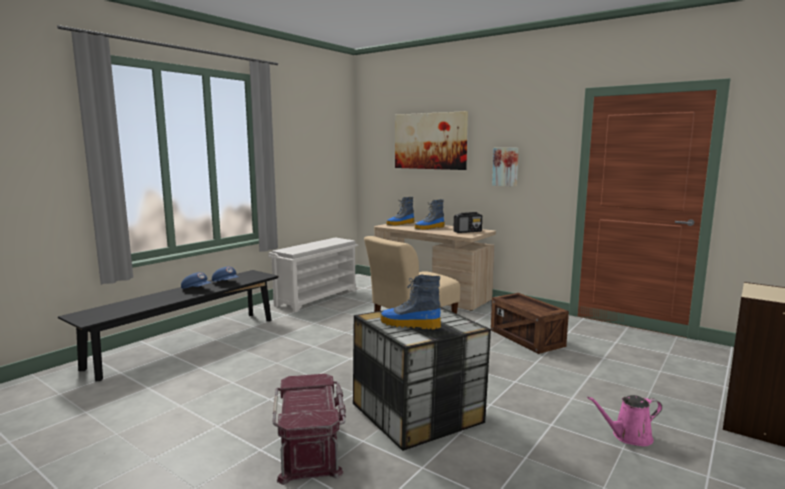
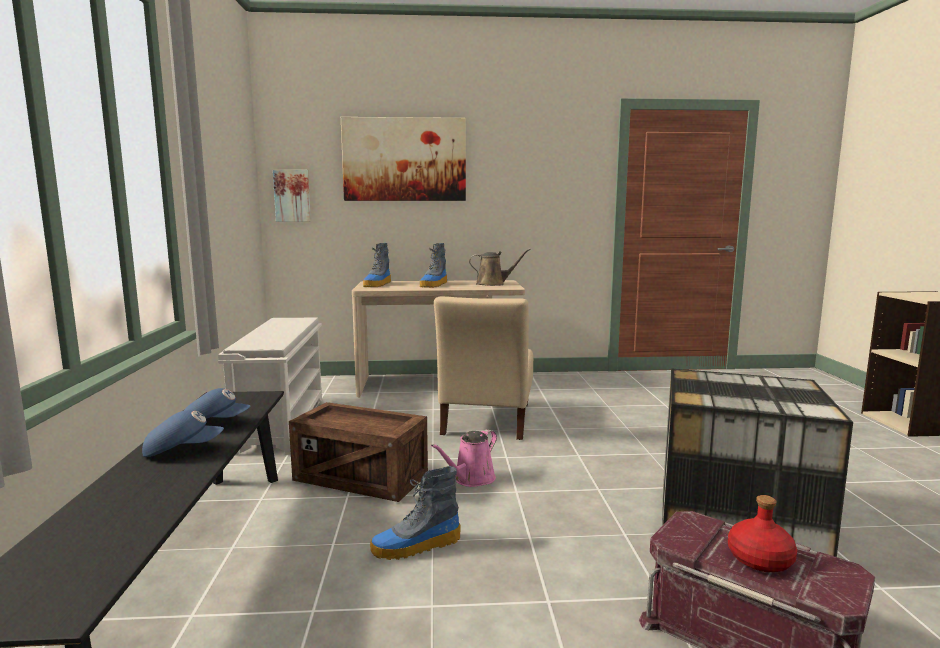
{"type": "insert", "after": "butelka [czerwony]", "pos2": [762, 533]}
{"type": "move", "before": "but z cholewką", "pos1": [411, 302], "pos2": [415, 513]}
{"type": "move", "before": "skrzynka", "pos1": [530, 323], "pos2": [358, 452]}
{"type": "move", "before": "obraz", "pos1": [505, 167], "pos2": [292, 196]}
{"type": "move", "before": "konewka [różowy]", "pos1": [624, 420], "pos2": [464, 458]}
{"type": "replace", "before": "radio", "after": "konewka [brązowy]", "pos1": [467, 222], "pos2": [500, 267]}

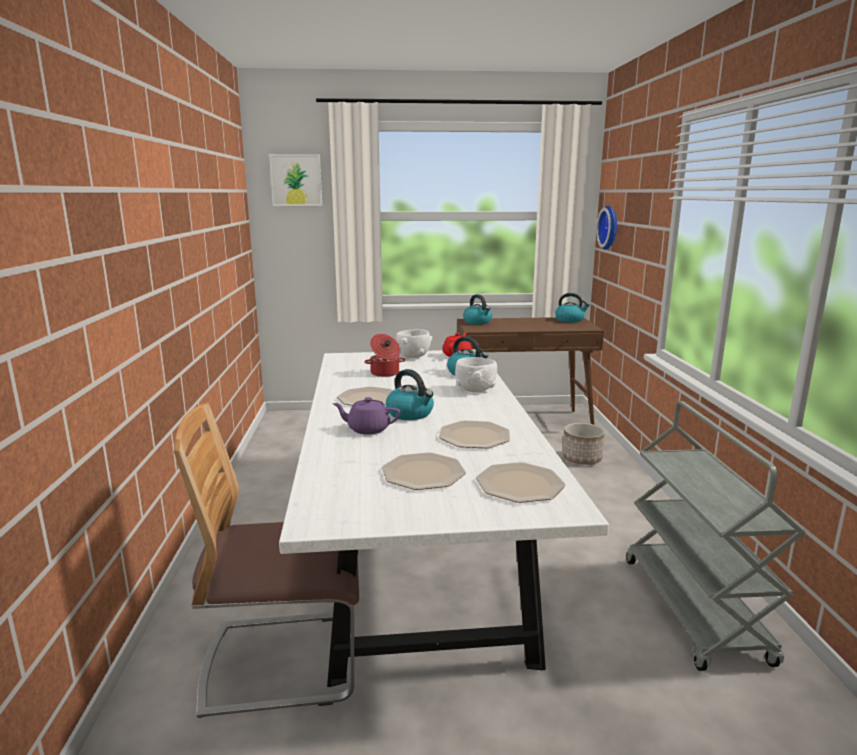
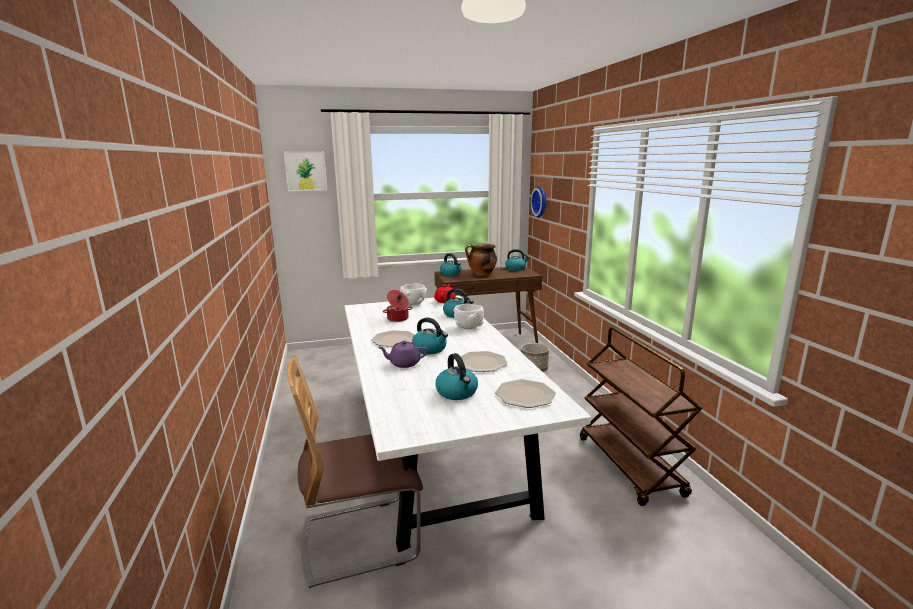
{"type": "insert", "after": "garnek", "pos2": [481, 260]}
{"type": "replace", "before": "talerz", "after": "czajnik", "pos1": [424, 471], "pos2": [456, 376]}
{"type": "recolor", "before": "wózek [szary]", "after": "wózek [brązowy]", "pos1": [716, 536], "pos2": [641, 416]}

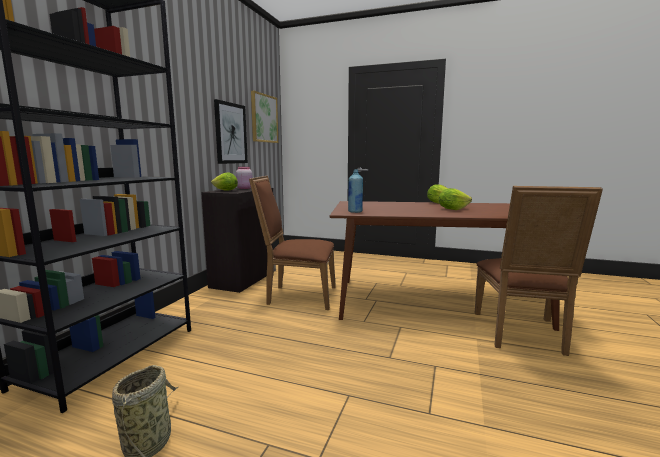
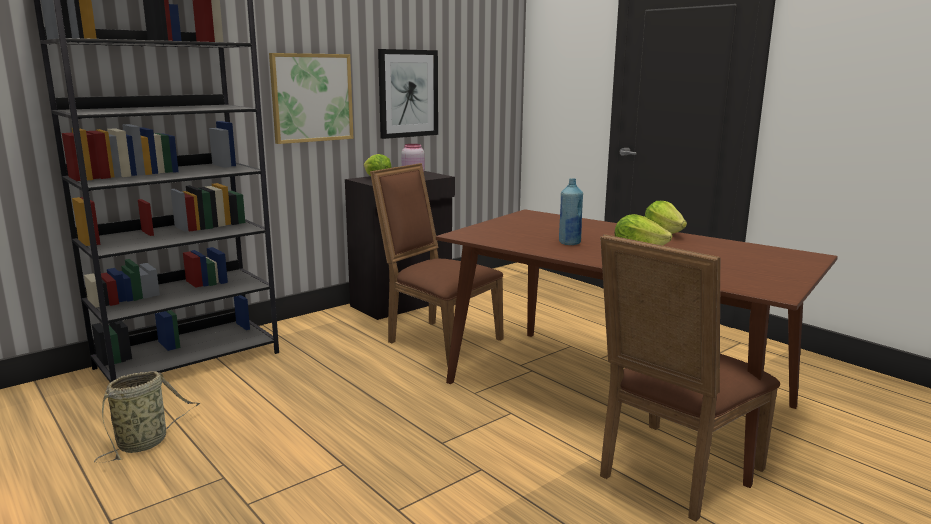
{"type": "move", "before": "obraz", "pos1": [264, 117], "pos2": [311, 98]}
{"type": "move", "before": "butelka [niebieski]", "pos1": [355, 191], "pos2": [571, 211]}

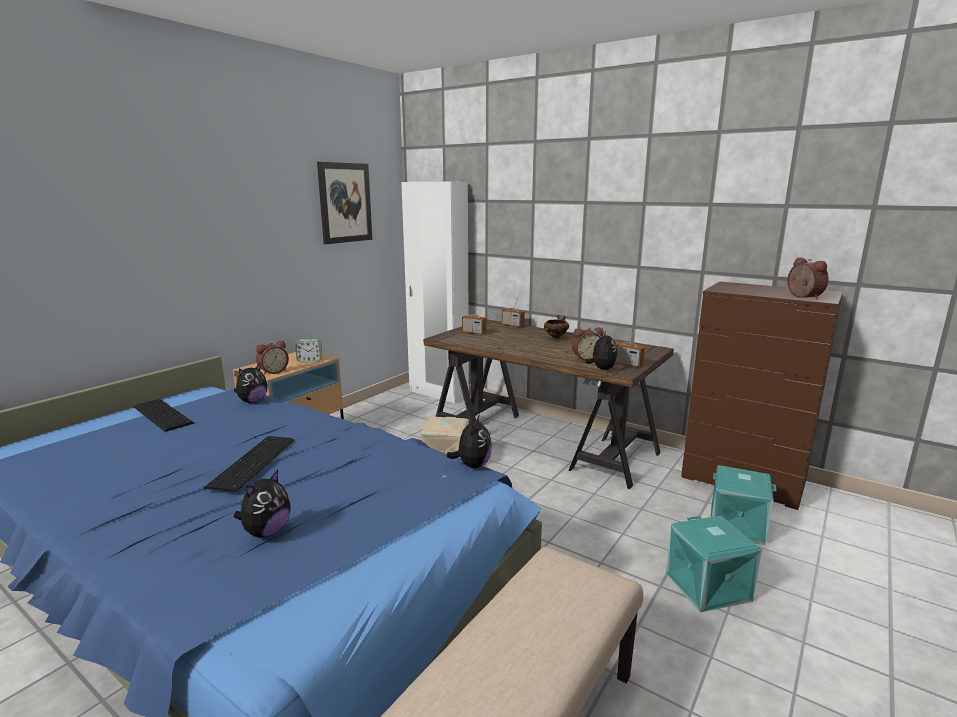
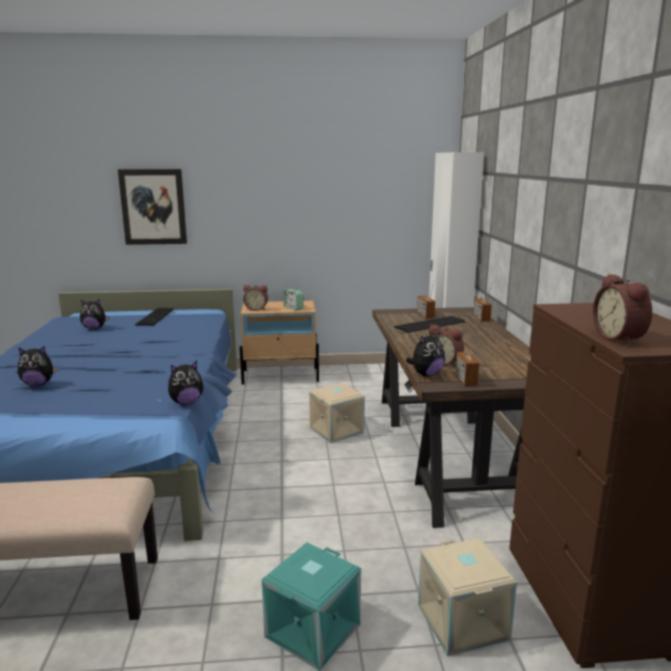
{"type": "delete", "before": "miska", "pos1": [556, 327]}
{"type": "move", "before": "klawiatura", "pos1": [249, 464], "pos2": [429, 324]}
{"type": "move", "before": "pluszak", "pos1": [251, 383], "pos2": [95, 314]}
{"type": "move", "before": "obraz", "pos1": [345, 203], "pos2": [152, 207]}
{"type": "recolor", "before": "pojemnik do przechowywania [turkusowy]", "after": "pojemnik do przechowywania [beżowy]", "pos1": [744, 505], "pos2": [467, 597]}
{"type": "rotate", "before": "budzik", "pos1": [808, 278], "pos2": [622, 310], "turn": 135}

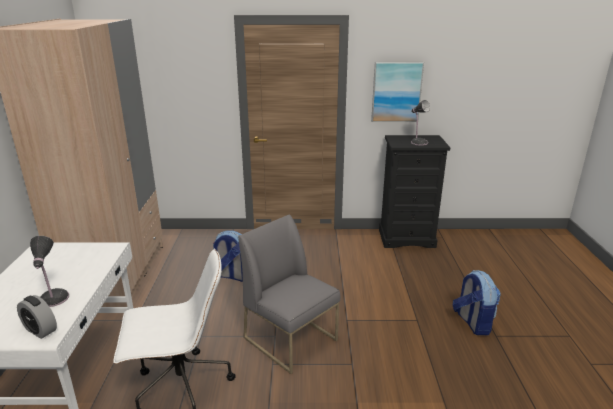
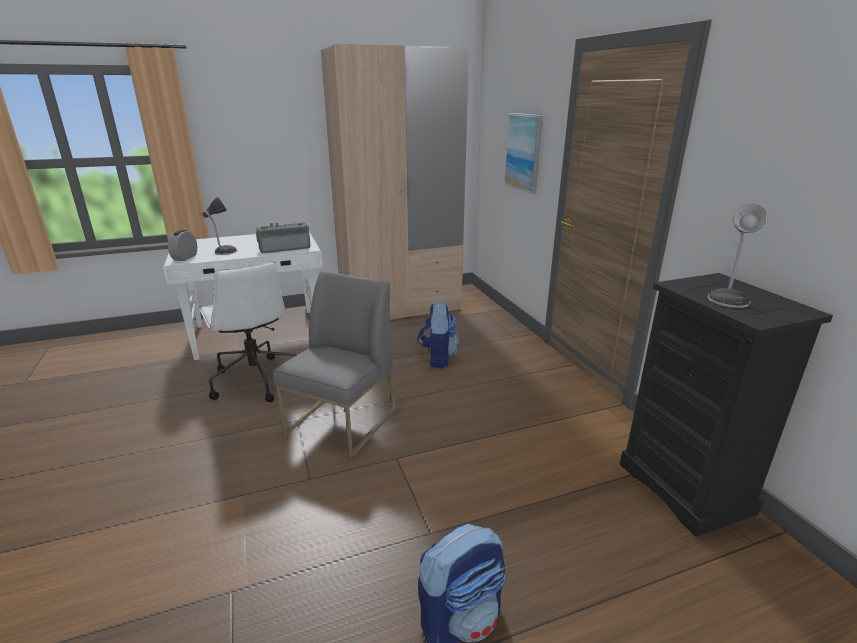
{"type": "insert", "after": "radio", "pos2": [283, 237]}
{"type": "move", "before": "obraz", "pos1": [397, 92], "pos2": [523, 153]}

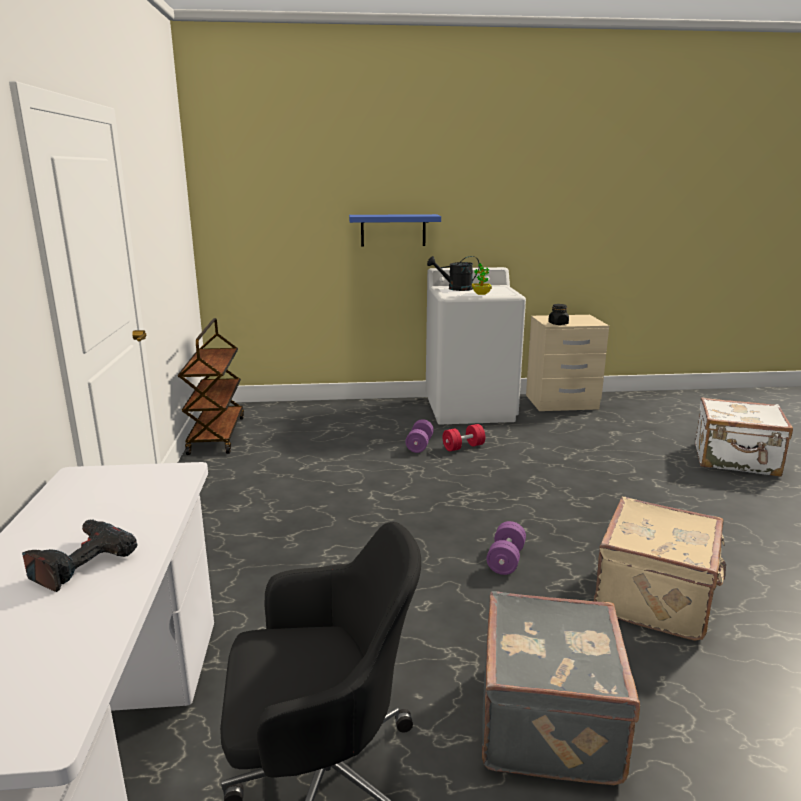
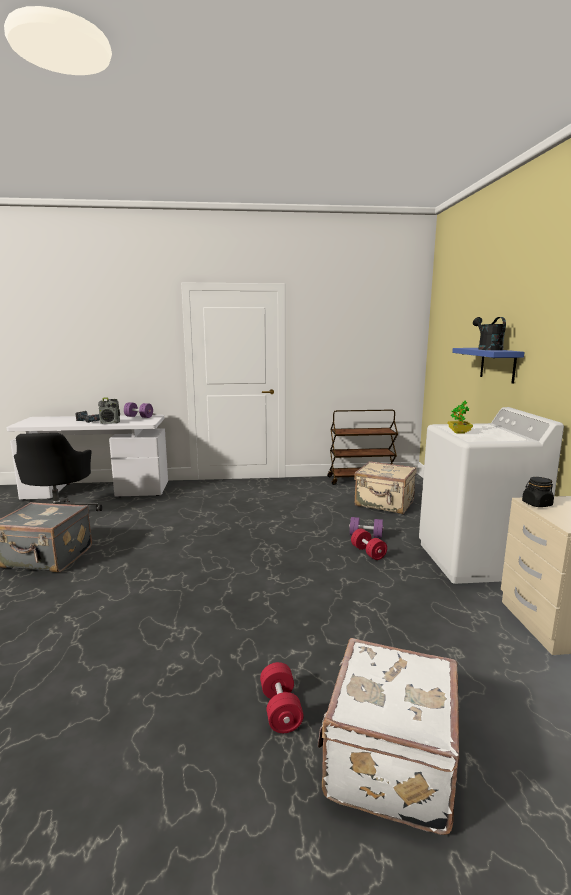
{"type": "insert", "after": "radio", "pos2": [109, 410]}
{"type": "insert", "after": "hantel [czerwony]", "pos2": [282, 697]}
{"type": "move", "before": "konewka [czarny]", "pos1": [453, 273], "pos2": [489, 333]}
{"type": "move", "before": "hantel [fioletowy]", "pos1": [506, 548], "pos2": [138, 410]}
{"type": "move", "before": "walizka [beżowy]", "pos1": [660, 569], "pos2": [385, 487]}

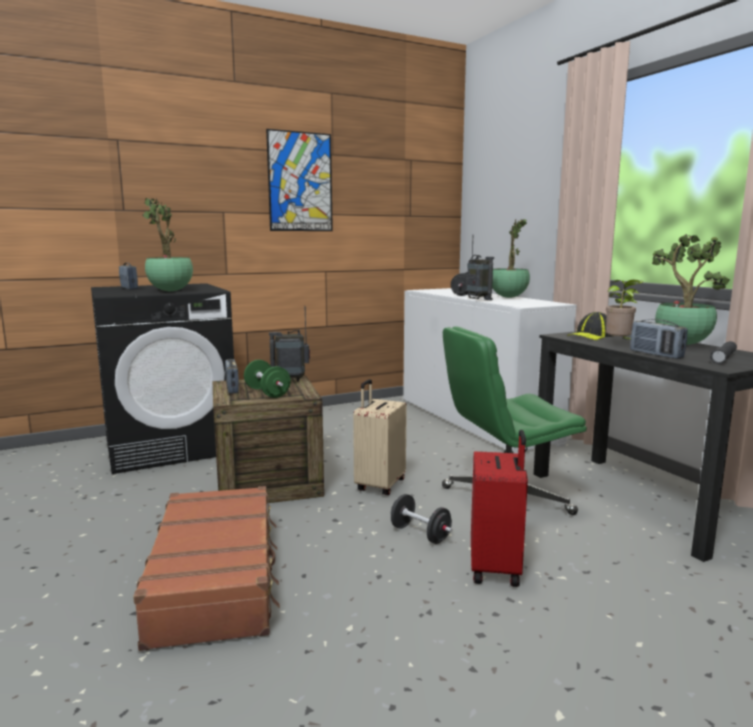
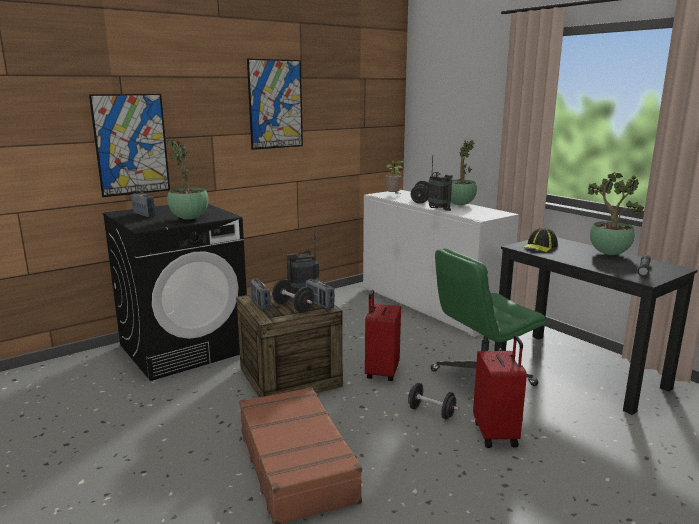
{"type": "insert", "after": "obraz", "pos2": [129, 145]}
{"type": "move", "before": "roślina doniczkowa", "pos1": [624, 310], "pos2": [394, 177]}
{"type": "move", "before": "radio", "pos1": [658, 339], "pos2": [320, 294]}
{"type": "recolor", "before": "hantel [zielony]", "after": "hantel [czarny]", "pos1": [267, 379], "pos2": [293, 296]}
{"type": "recolor", "before": "walizka [beżowy]", "after": "walizka [czerwony]", "pos1": [380, 437], "pos2": [383, 335]}

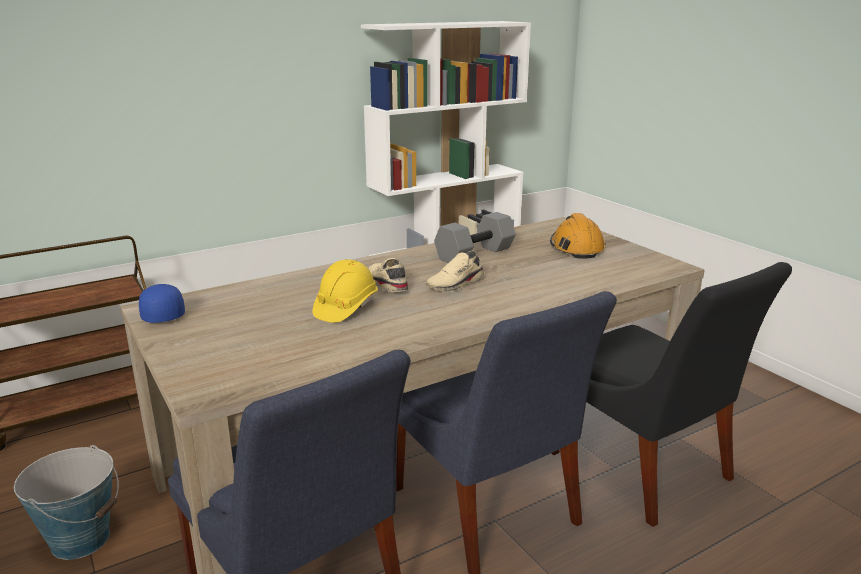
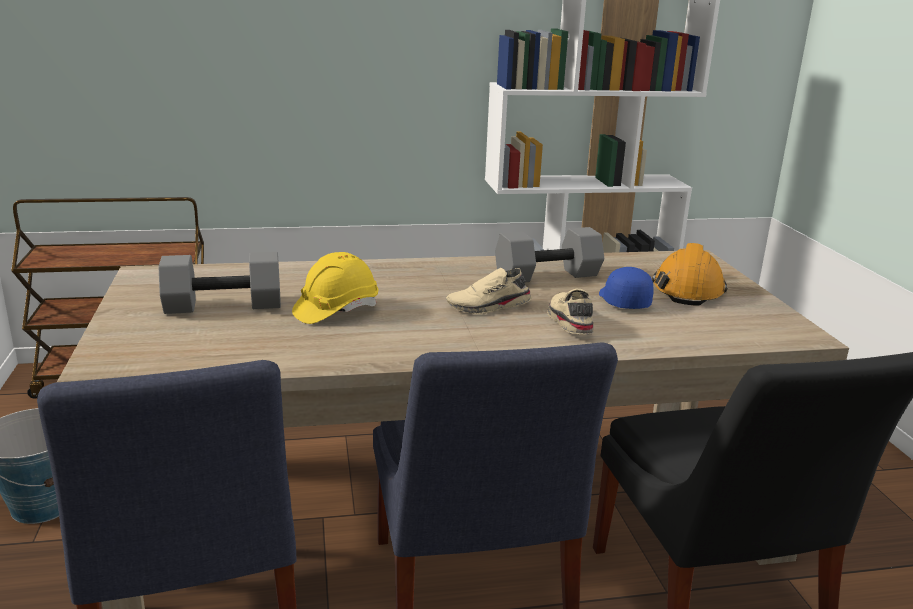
{"type": "insert", "after": "hantel [szary]", "pos2": [220, 283]}
{"type": "move", "before": "czapka z daszkiem [niebieski]", "pos1": [162, 303], "pos2": [626, 288]}
{"type": "move", "before": "but [beżowy]", "pos1": [388, 275], "pos2": [570, 312]}

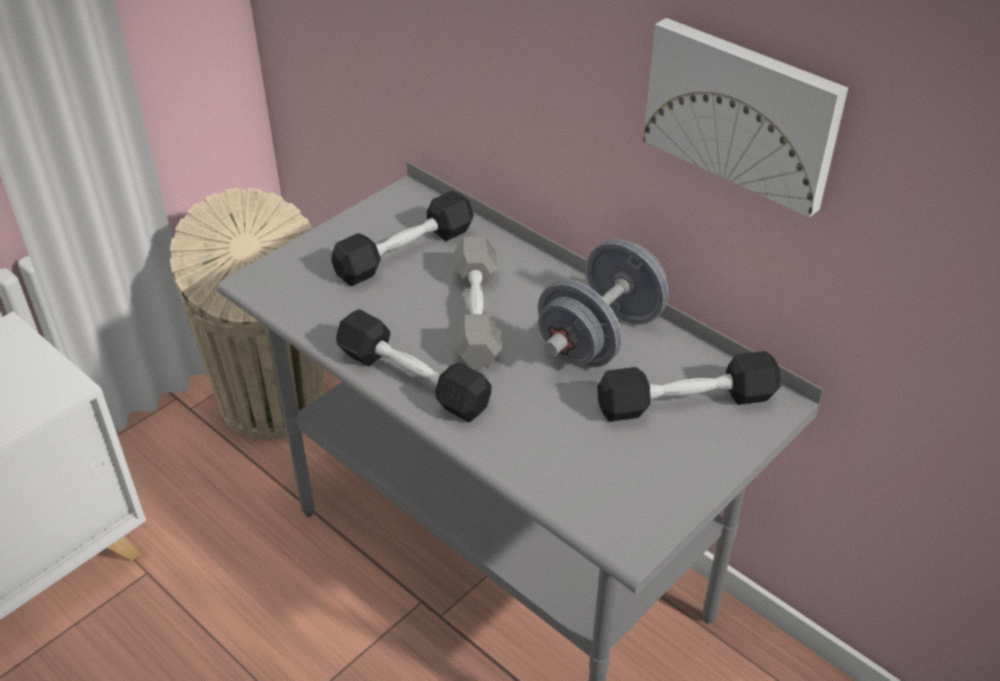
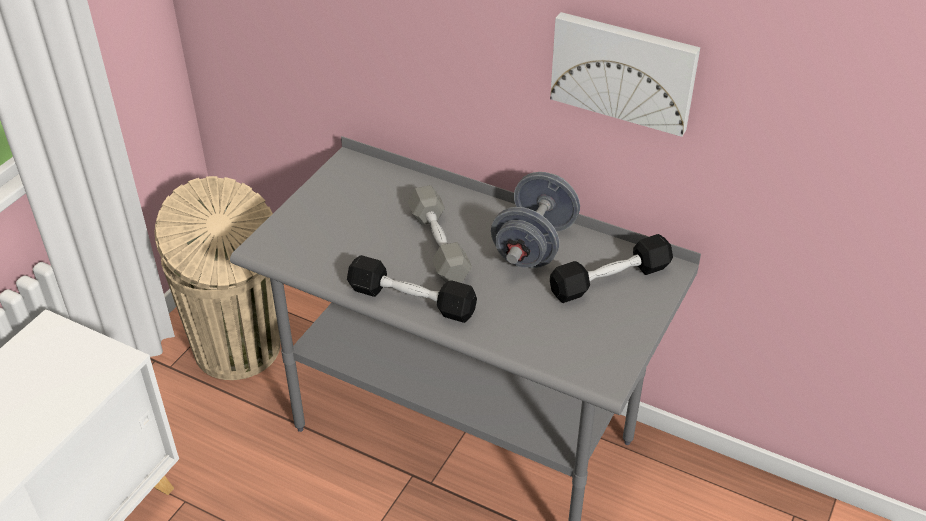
{"type": "delete", "before": "hantel [czarny]", "pos1": [402, 238]}

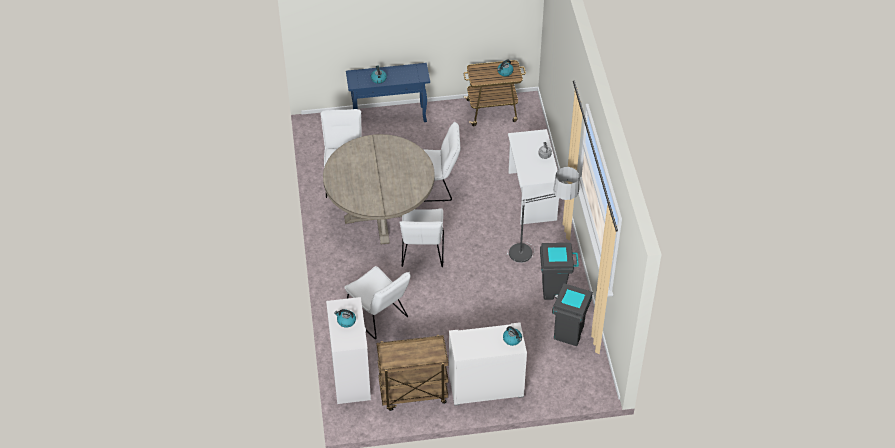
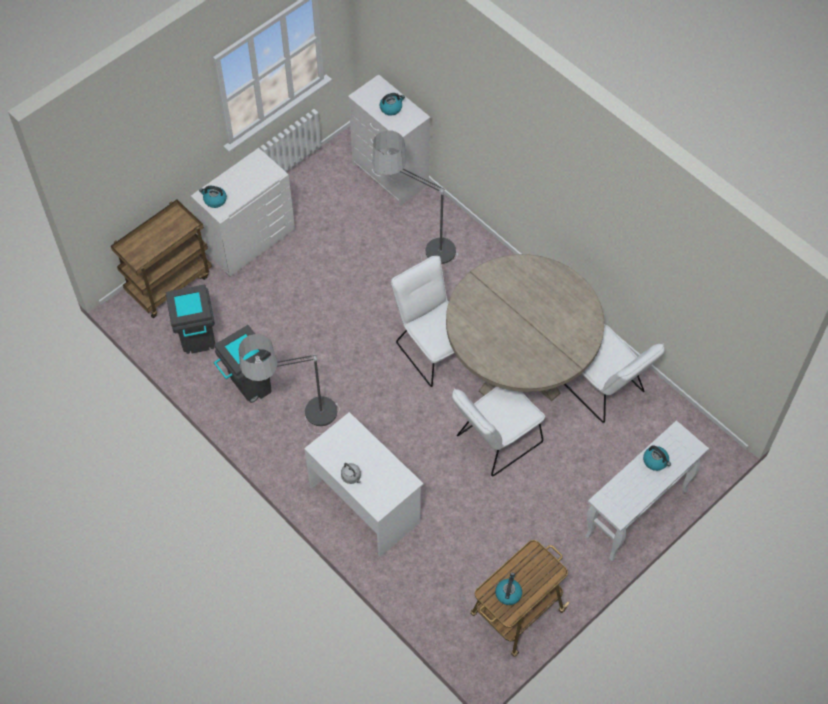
{"type": "move", "before": "wózek [brązowy]", "pos1": [412, 373], "pos2": [161, 259]}
{"type": "replace", "before": "krzesło [biały]", "after": "lampa stojąca", "pos1": [377, 302], "pos2": [415, 197]}
{"type": "recolor", "before": "stolik konsolowy [niebieski]", "after": "stolik konsolowy [biały]", "pos1": [388, 92], "pos2": [647, 490]}

